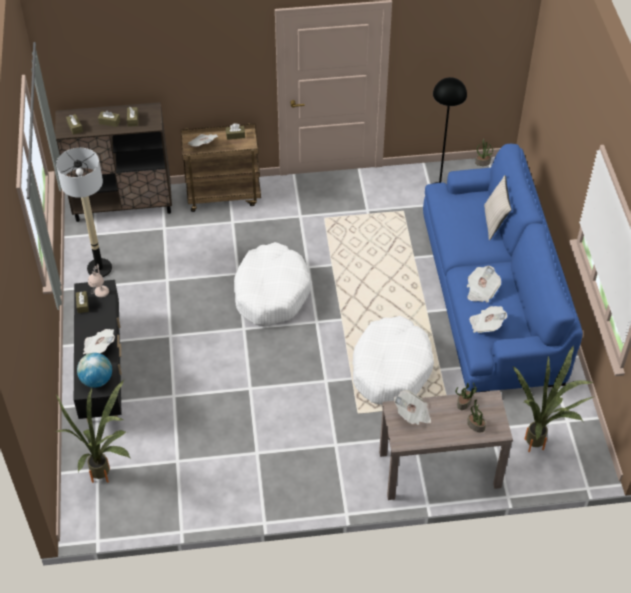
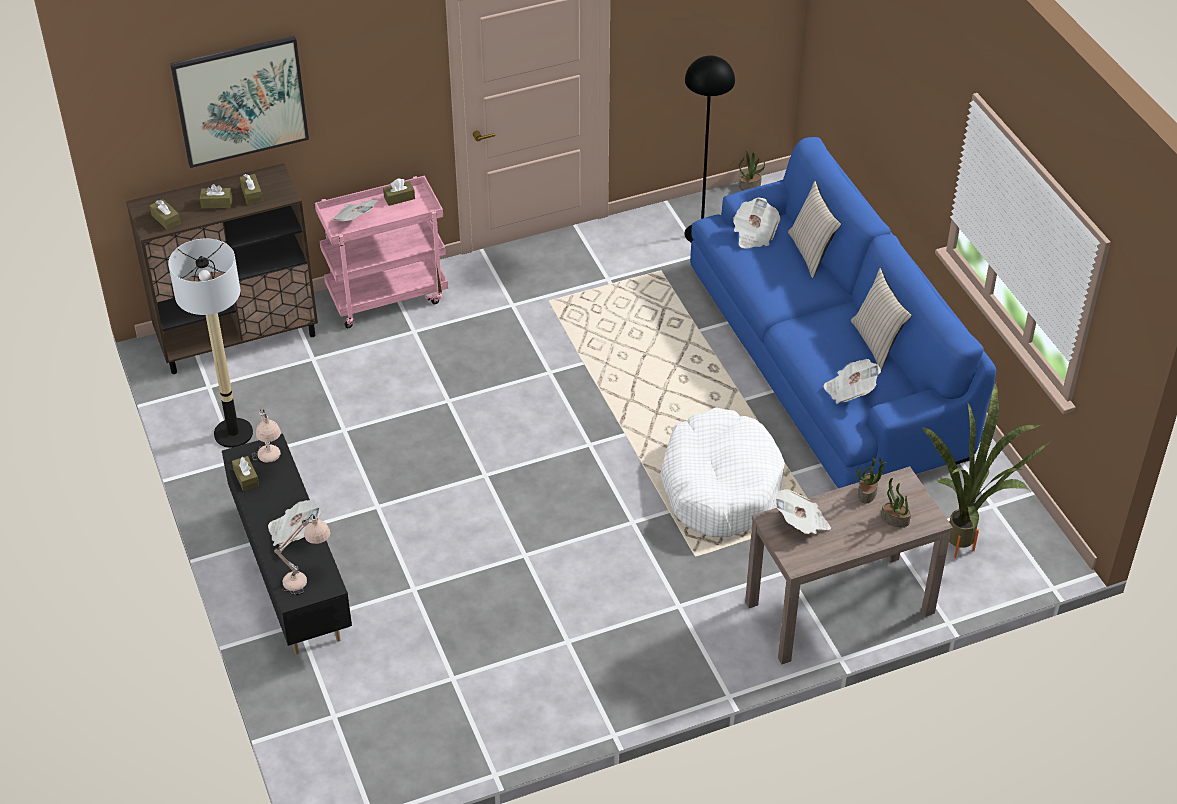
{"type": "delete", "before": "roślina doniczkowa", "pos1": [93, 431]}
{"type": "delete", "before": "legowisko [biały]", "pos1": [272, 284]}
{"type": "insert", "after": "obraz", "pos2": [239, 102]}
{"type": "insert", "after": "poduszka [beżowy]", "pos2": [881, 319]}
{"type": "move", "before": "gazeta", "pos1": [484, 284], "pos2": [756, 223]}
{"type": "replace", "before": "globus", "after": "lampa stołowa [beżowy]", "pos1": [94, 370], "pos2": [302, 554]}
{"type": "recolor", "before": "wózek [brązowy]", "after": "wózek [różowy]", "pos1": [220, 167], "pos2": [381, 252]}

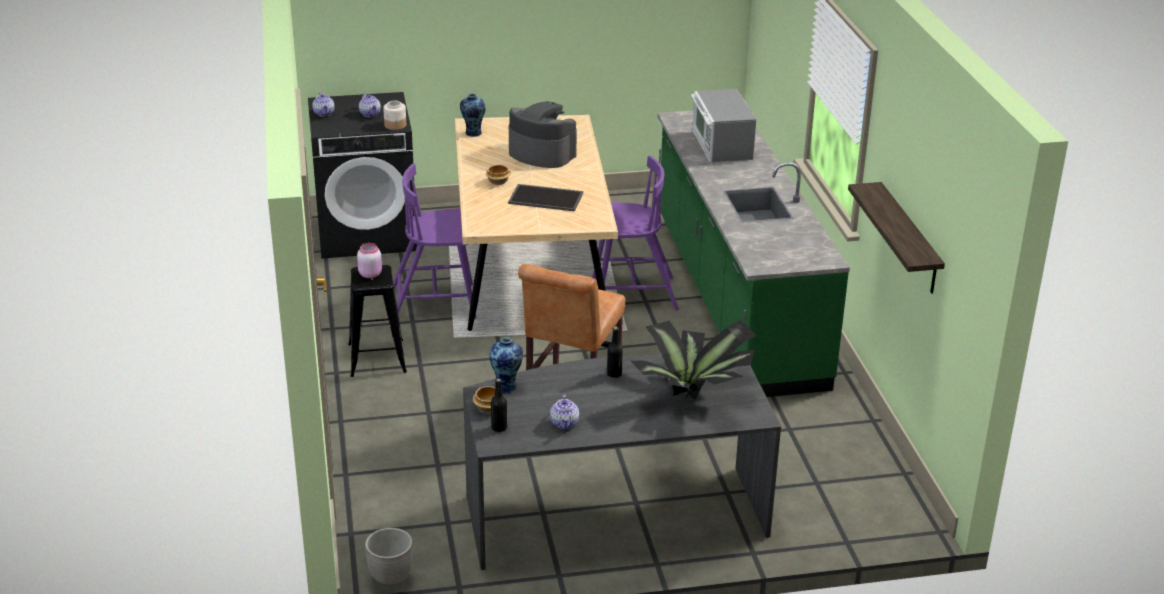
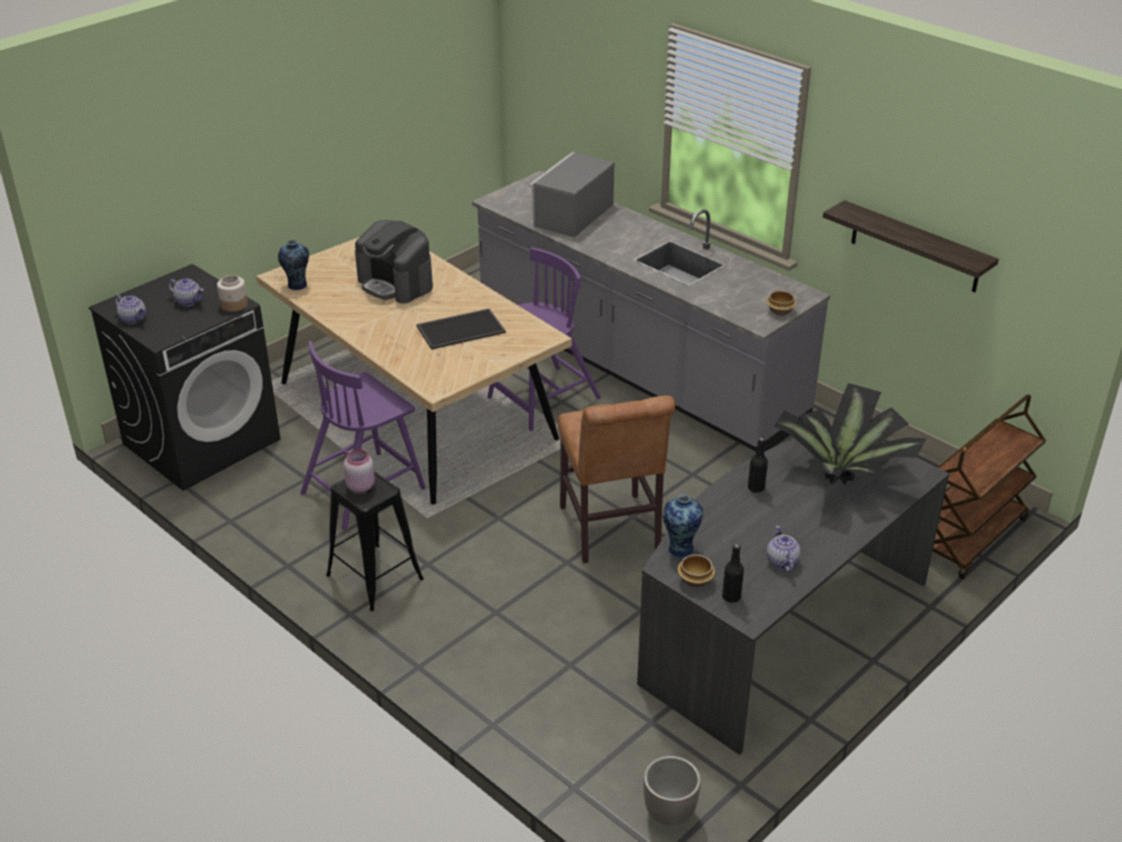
{"type": "insert", "after": "wózek [brązowy]", "pos2": [989, 486]}
{"type": "move", "before": "miska", "pos1": [498, 175], "pos2": [781, 303]}
{"type": "recolor", "before": "zabudowa kuchenna [zielony]", "after": "zabudowa kuchenna [szary]", "pos1": [753, 253], "pos2": [651, 311]}
{"type": "rotate", "before": "ekspres do kawy", "pos1": [543, 134], "pos2": [394, 261], "turn": -135}
{"type": "rotate", "before": "imbryk", "pos1": [564, 412], "pos2": [784, 549], "turn": -150}
{"type": "rotate", "before": "mikrofalówka", "pos1": [723, 125], "pos2": [571, 195], "turn": 75}

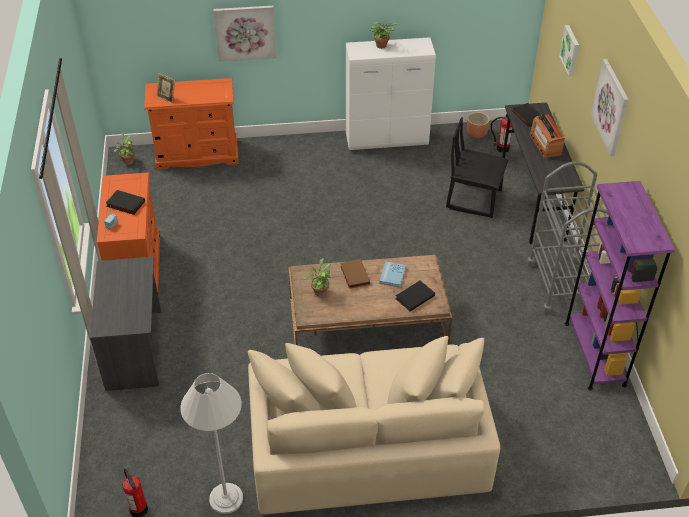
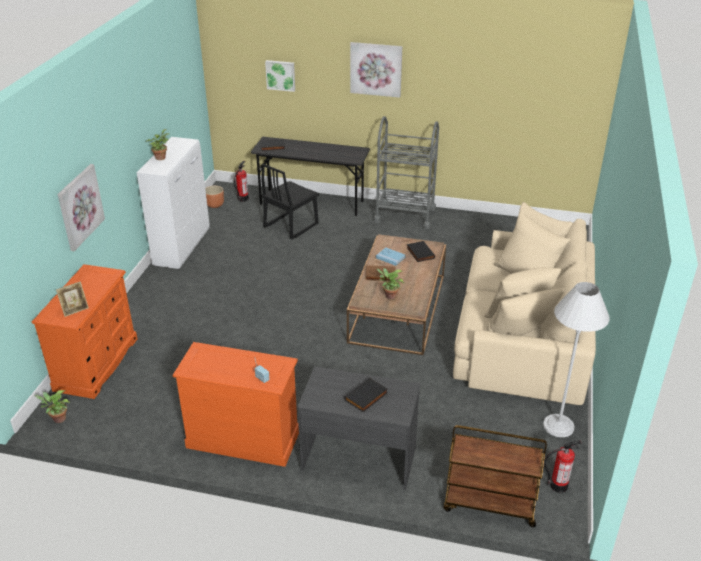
{"type": "delete", "before": "radio", "pos1": [547, 136]}
{"type": "delete", "before": "regał [fioletowy]", "pos1": [620, 286]}
{"type": "insert", "after": "wózek [brązowy]", "pos2": [495, 476]}
{"type": "move", "before": "książka [czarny]", "pos1": [125, 202], "pos2": [366, 395]}

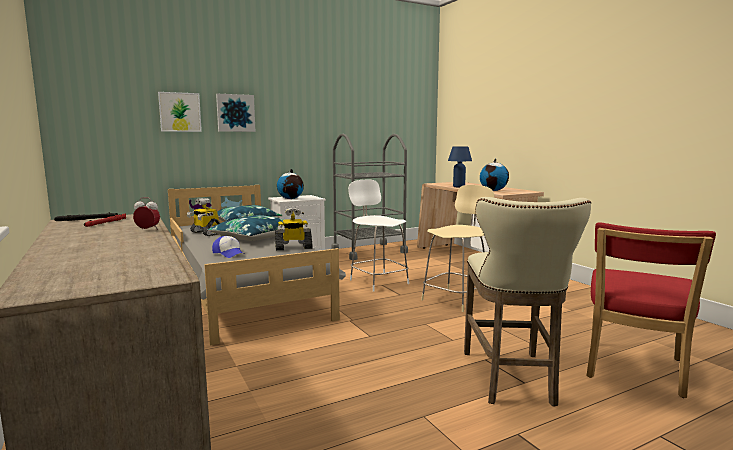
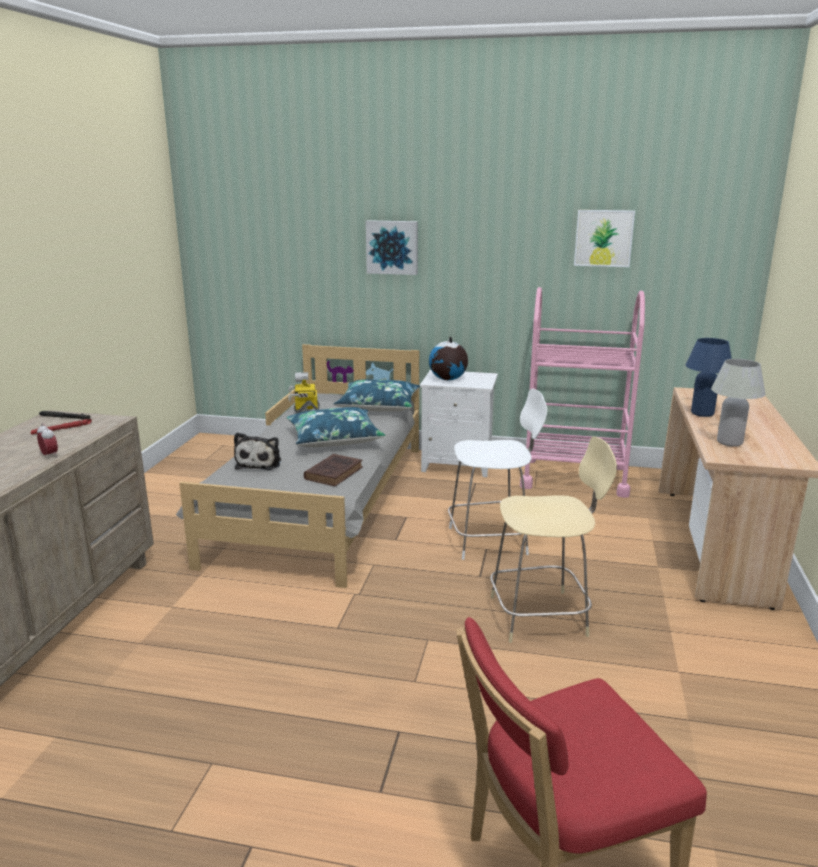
{"type": "delete", "before": "stołek [beżowy]", "pos1": [527, 302]}
{"type": "move", "before": "obraz", "pos1": [180, 112], "pos2": [604, 238]}
{"type": "replace", "before": "czapka z daszkiem", "after": "pluszak", "pos1": [229, 247], "pos2": [257, 451]}
{"type": "replace", "before": "robot zabawkowy", "after": "książka [brązowy]", "pos1": [293, 228], "pos2": [333, 470]}
{"type": "replace", "before": "globus", "after": "lampa stołowa [biały]", "pos1": [494, 174], "pos2": [738, 403]}
{"type": "recolor", "before": "wózek [szary]", "after": "wózek [różowy]", "pos1": [370, 197], "pos2": [582, 392]}
{"type": "rotate", "before": "krzesło [biały]", "pos1": [378, 236], "pos2": [497, 474], "turn": 75}

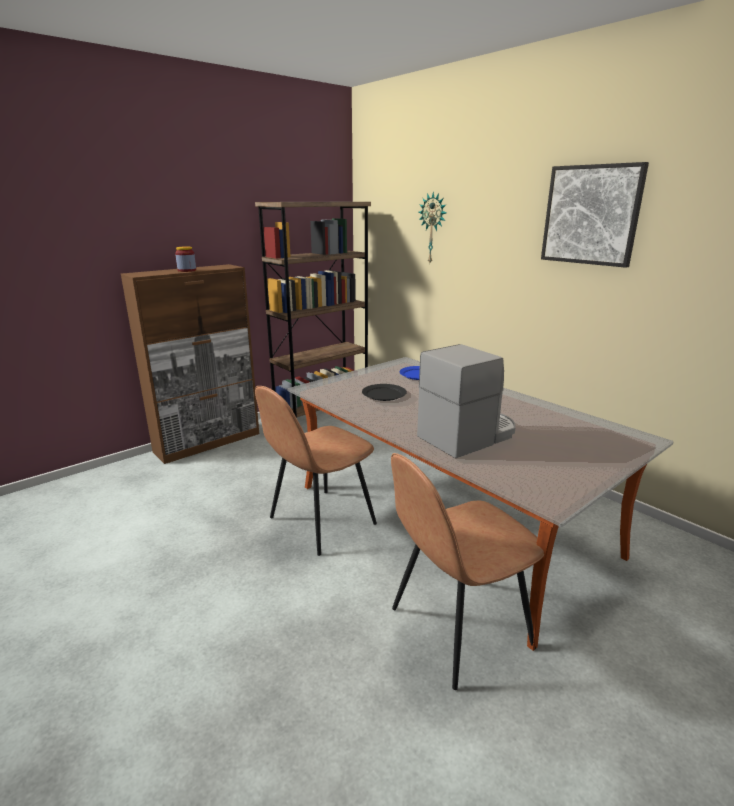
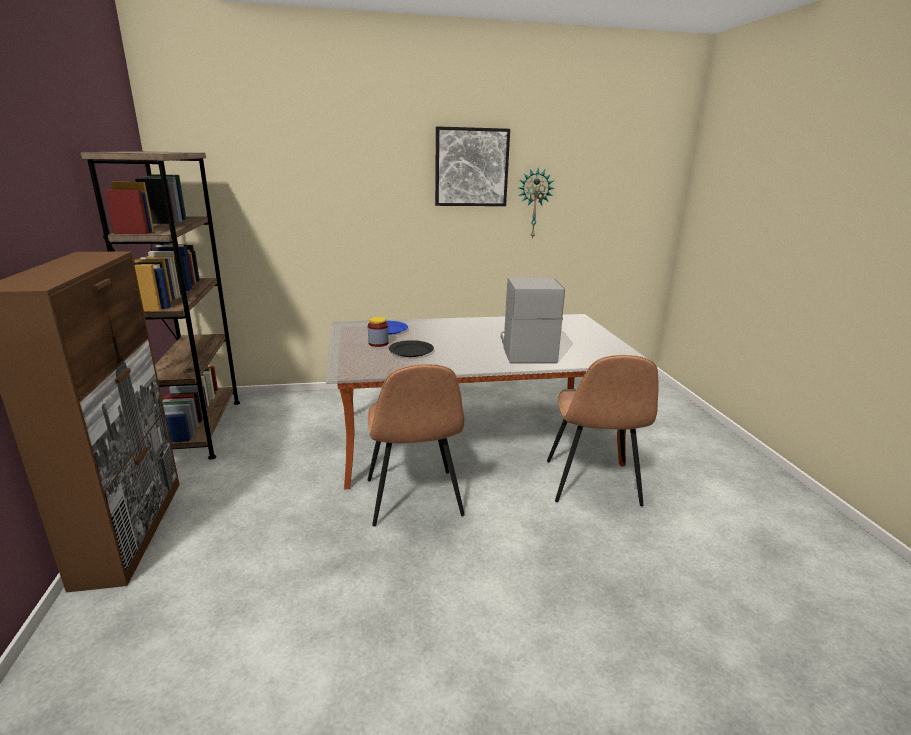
{"type": "move", "before": "słoik", "pos1": [185, 259], "pos2": [378, 332]}
{"type": "move", "before": "zegar ścienny", "pos1": [432, 227], "pos2": [537, 204]}

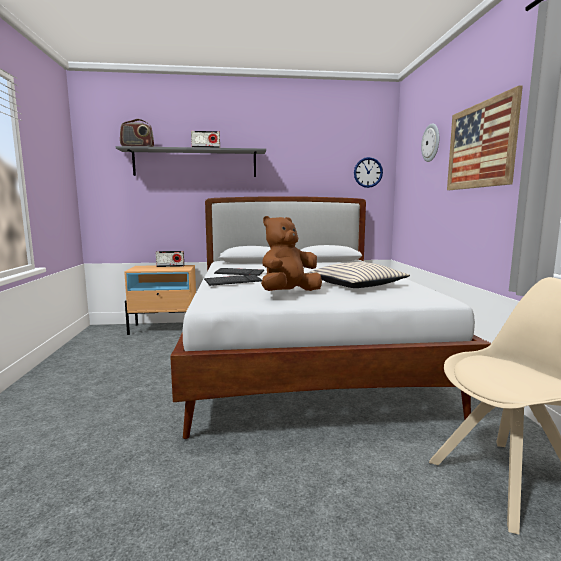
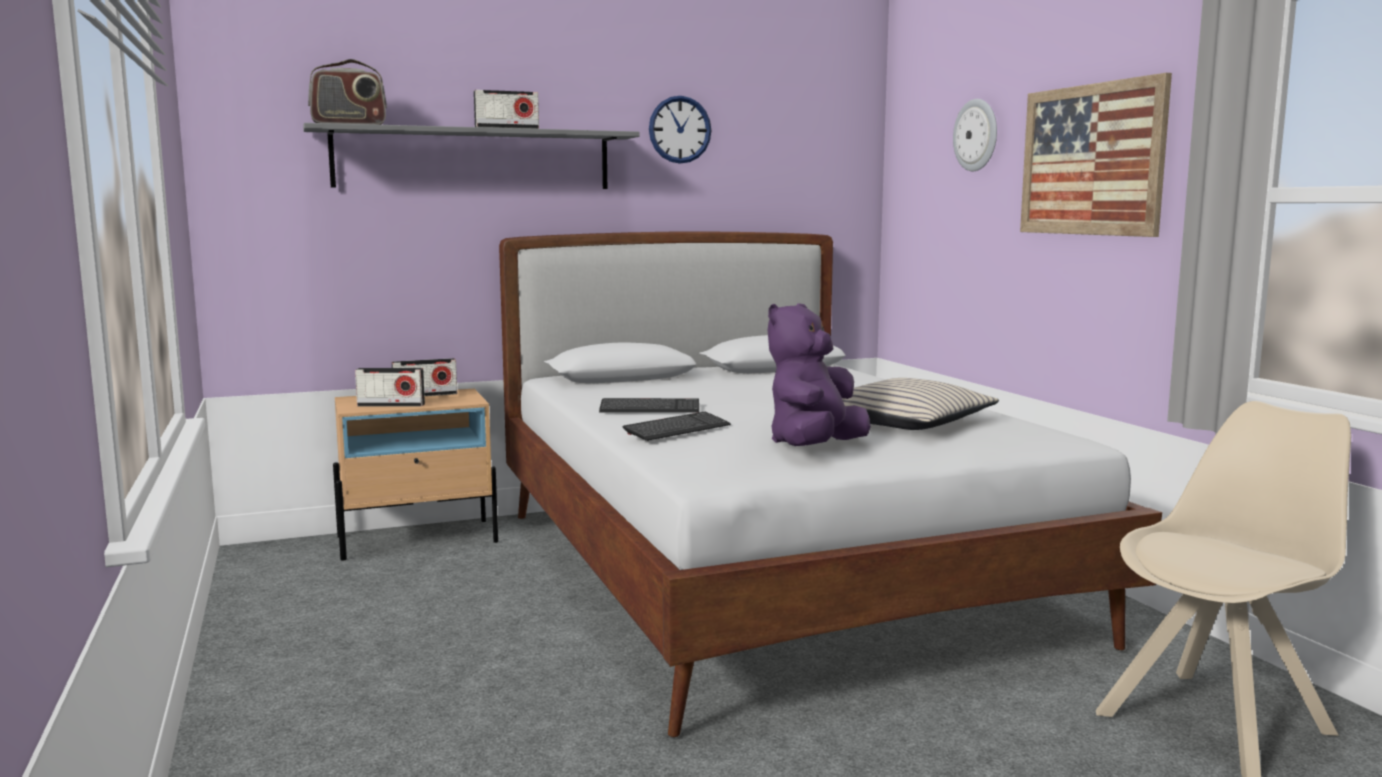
{"type": "insert", "after": "radio", "pos2": [390, 387]}
{"type": "move", "before": "zegar ścienny", "pos1": [368, 172], "pos2": [680, 130]}
{"type": "recolor", "before": "pluszak [brązowy]", "after": "pluszak [fioletowy]", "pos1": [291, 253], "pos2": [819, 374]}

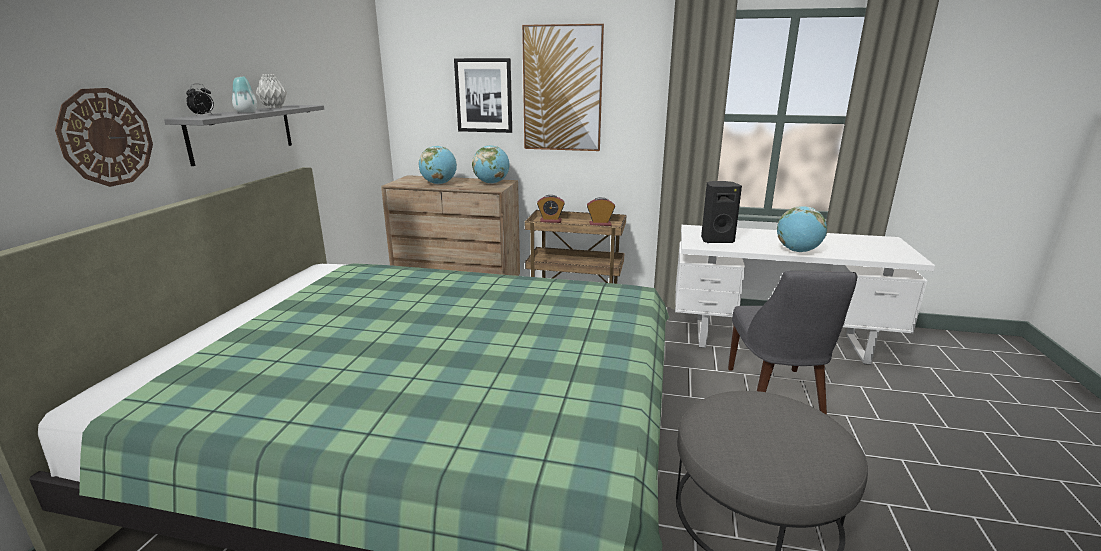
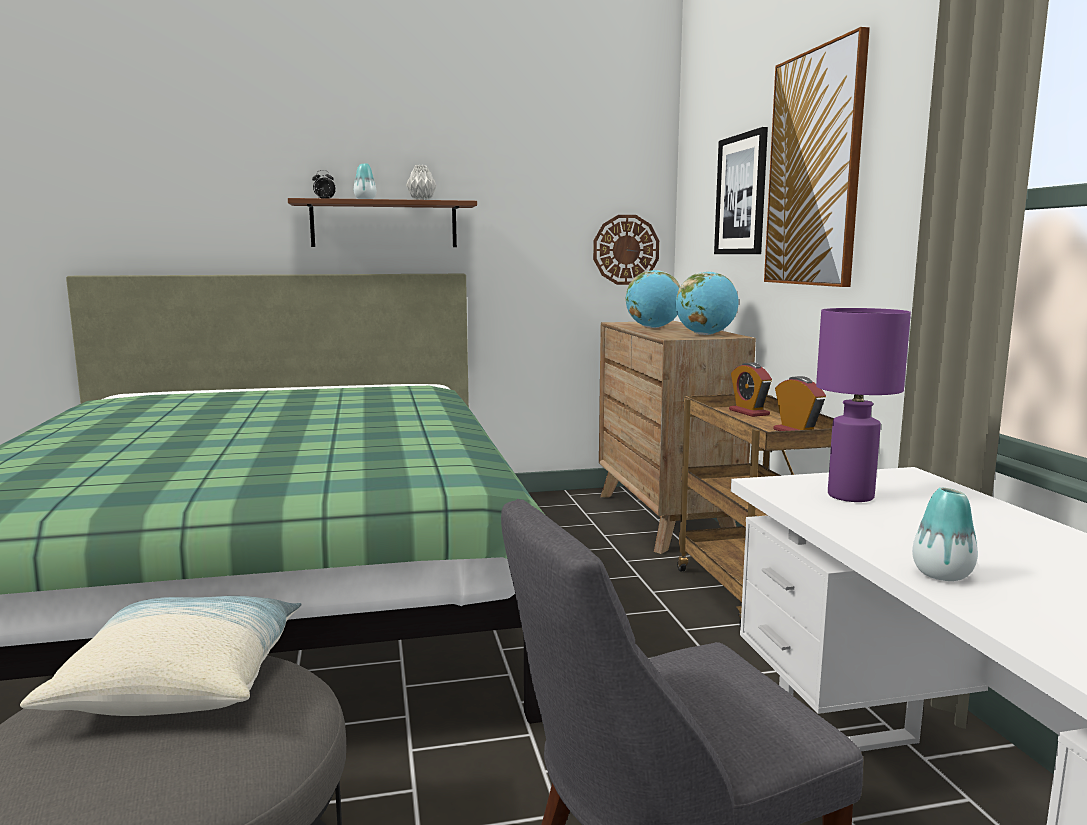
{"type": "insert", "after": "poduszka", "pos2": [161, 656]}
{"type": "move", "before": "zegar ścienny", "pos1": [104, 137], "pos2": [626, 250]}
{"type": "replace", "before": "głośnik [czarny]", "after": "lampa stołowa [fioletowy]", "pos1": [721, 212], "pos2": [863, 405]}
{"type": "replace", "before": "globus", "after": "wazon", "pos1": [802, 229], "pos2": [944, 534]}
{"type": "recolor", "before": "półka [szary]", "after": "półka [brązowy]", "pos1": [244, 135], "pos2": [382, 222]}

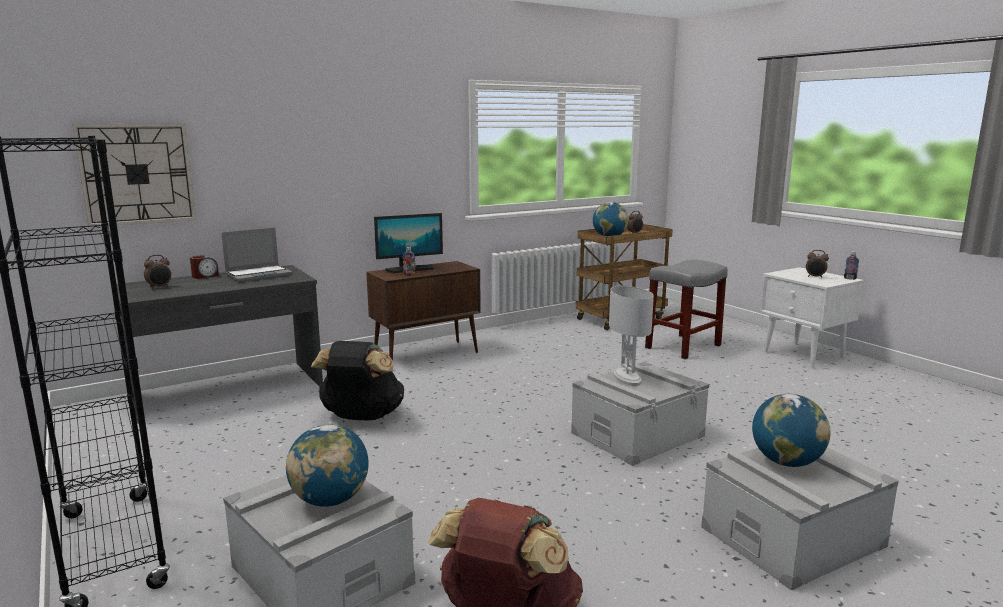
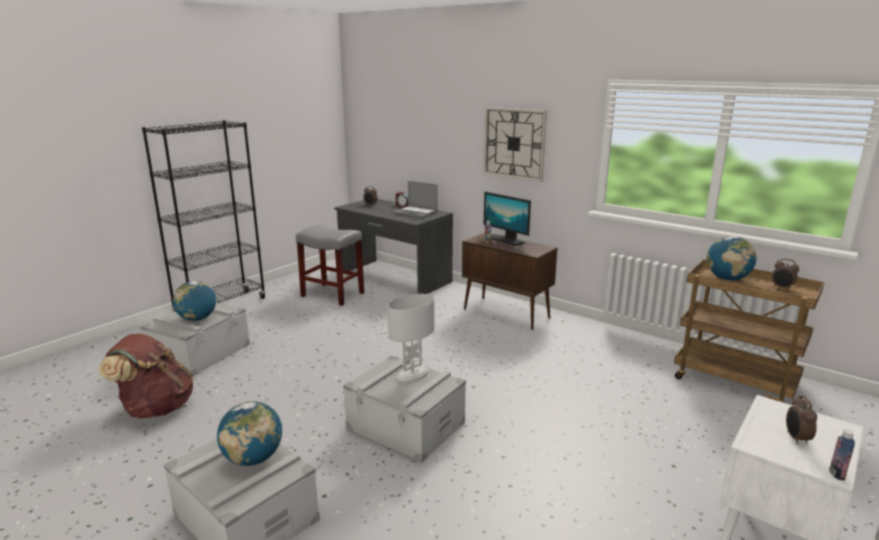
{"type": "delete", "before": "plecak [czarny]", "pos1": [357, 380]}
{"type": "move", "before": "zegar ścienny", "pos1": [134, 175], "pos2": [515, 144]}
{"type": "move", "before": "stołek [szary]", "pos1": [686, 310], "pos2": [330, 265]}

